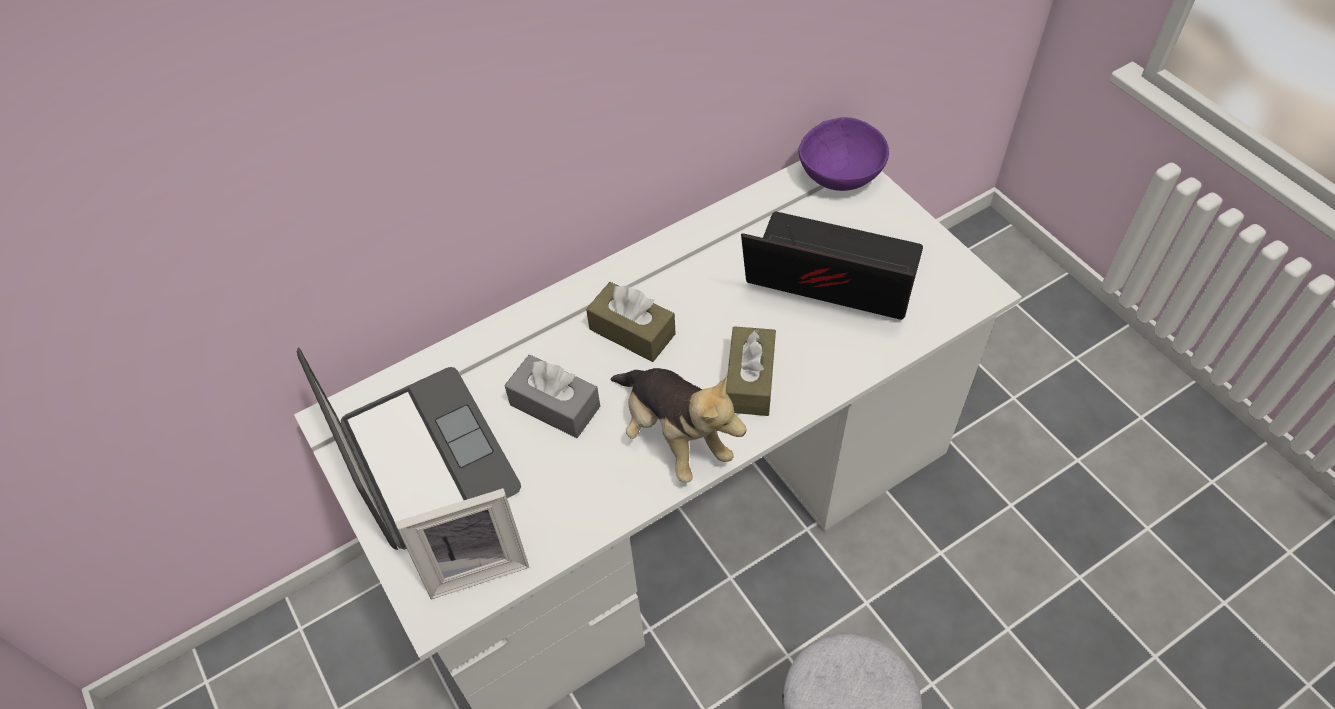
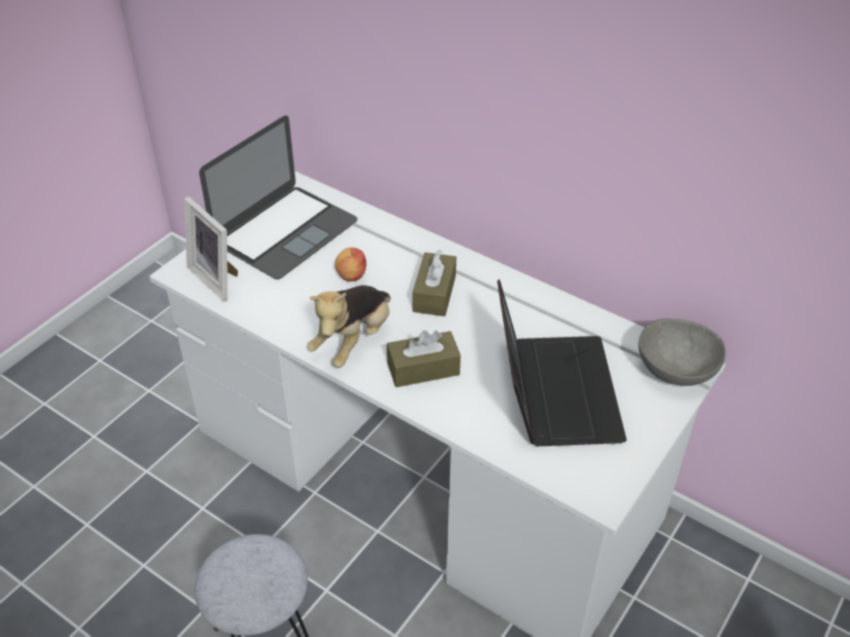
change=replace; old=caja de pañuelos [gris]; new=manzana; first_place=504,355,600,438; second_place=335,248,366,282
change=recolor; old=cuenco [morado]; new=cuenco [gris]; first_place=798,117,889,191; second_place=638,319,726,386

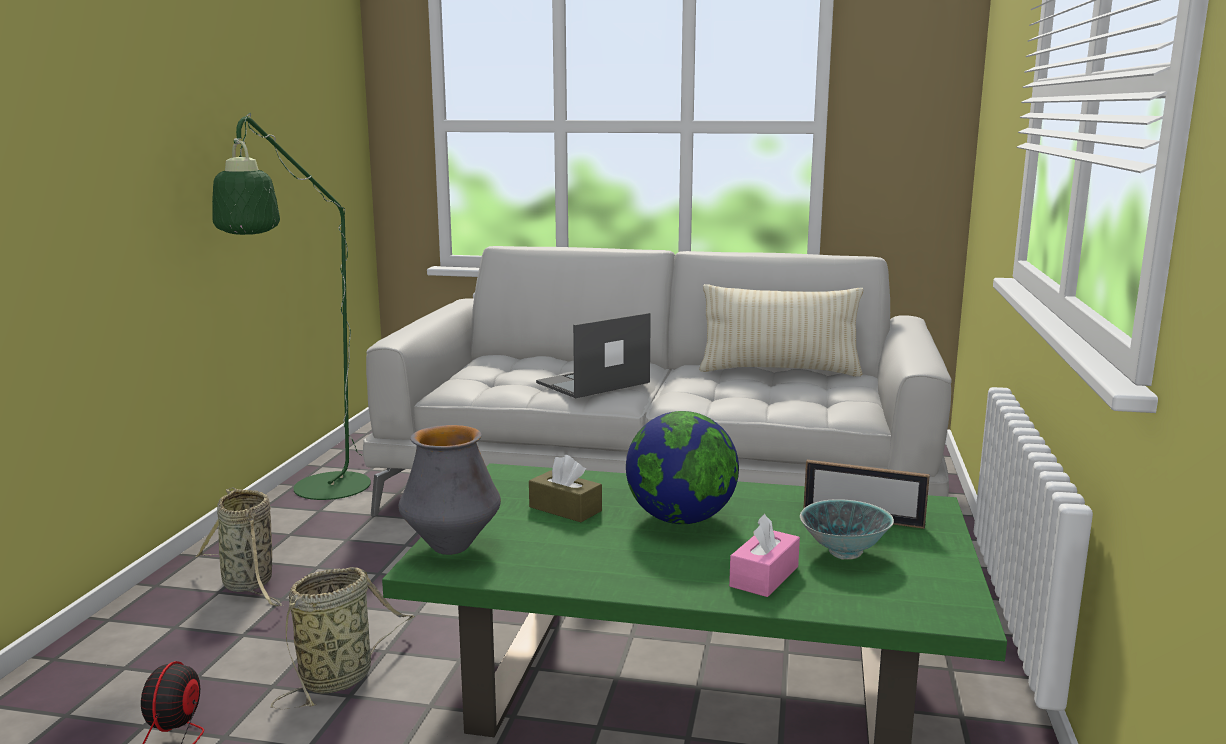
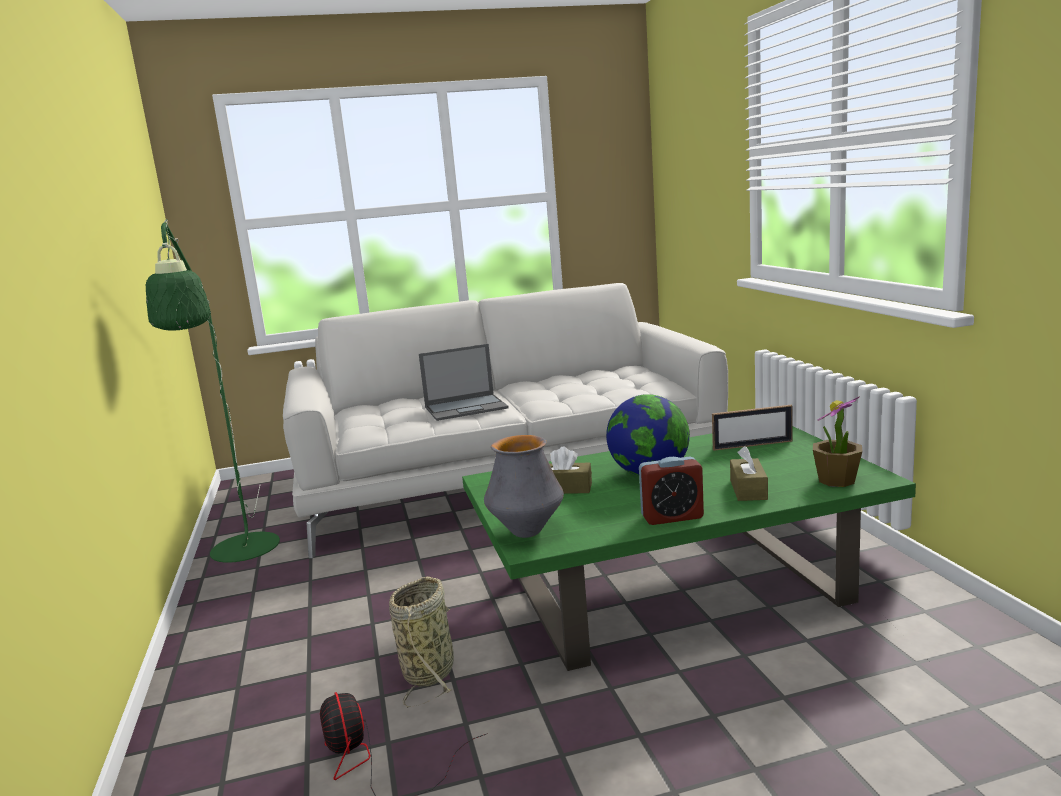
change=delete; old=cesta; first_place=195,487,282,606
change=rotate; old=portátil; first_place=536,313,651,398; second_place=419,344,509,421; degrees=-135
change=delete; old=cojín [beis]; first_place=699,284,863,377
change=recolor; old=caja de pañuelos [rosa]; new=caja de pañuelos [marrón]; first_place=729,514,800,597; second_place=730,446,768,501
change=delete; old=cuenco; first_place=800,499,894,560
change=insert; new=despertador; second_place=639,456,704,525
change=insert; new=planta en maceta; second_place=813,397,863,487

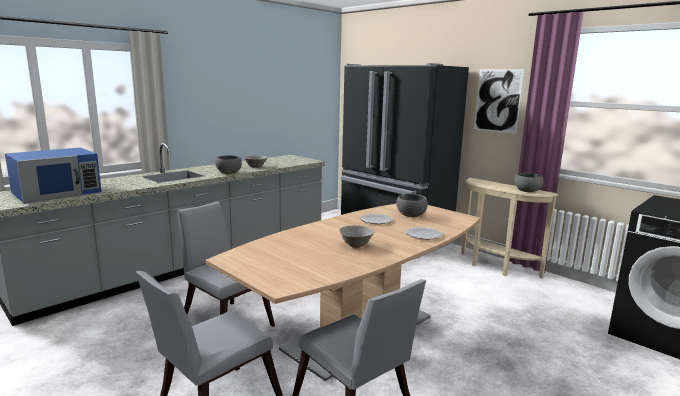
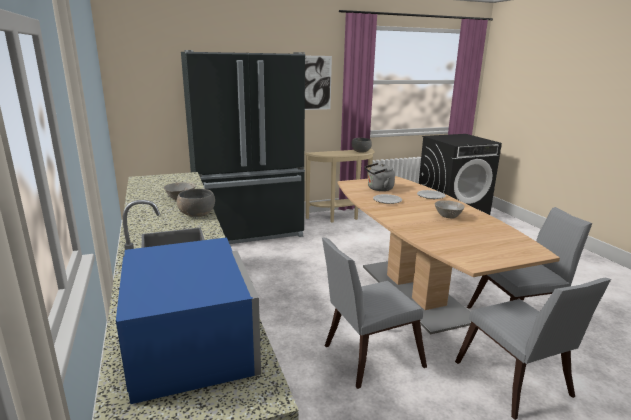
change=replace; old=cuenco [gris]; new=hervidor [gris]; first_place=396,194,428,217; second_place=364,163,395,191

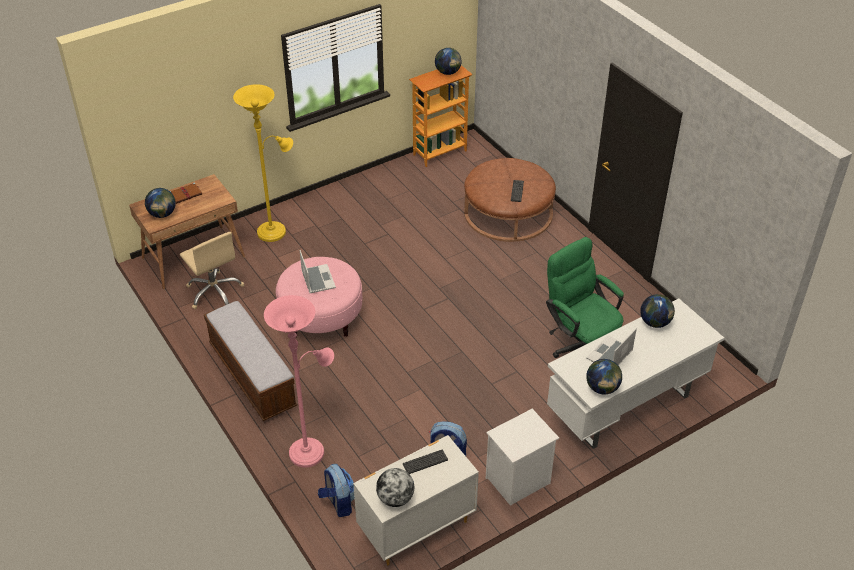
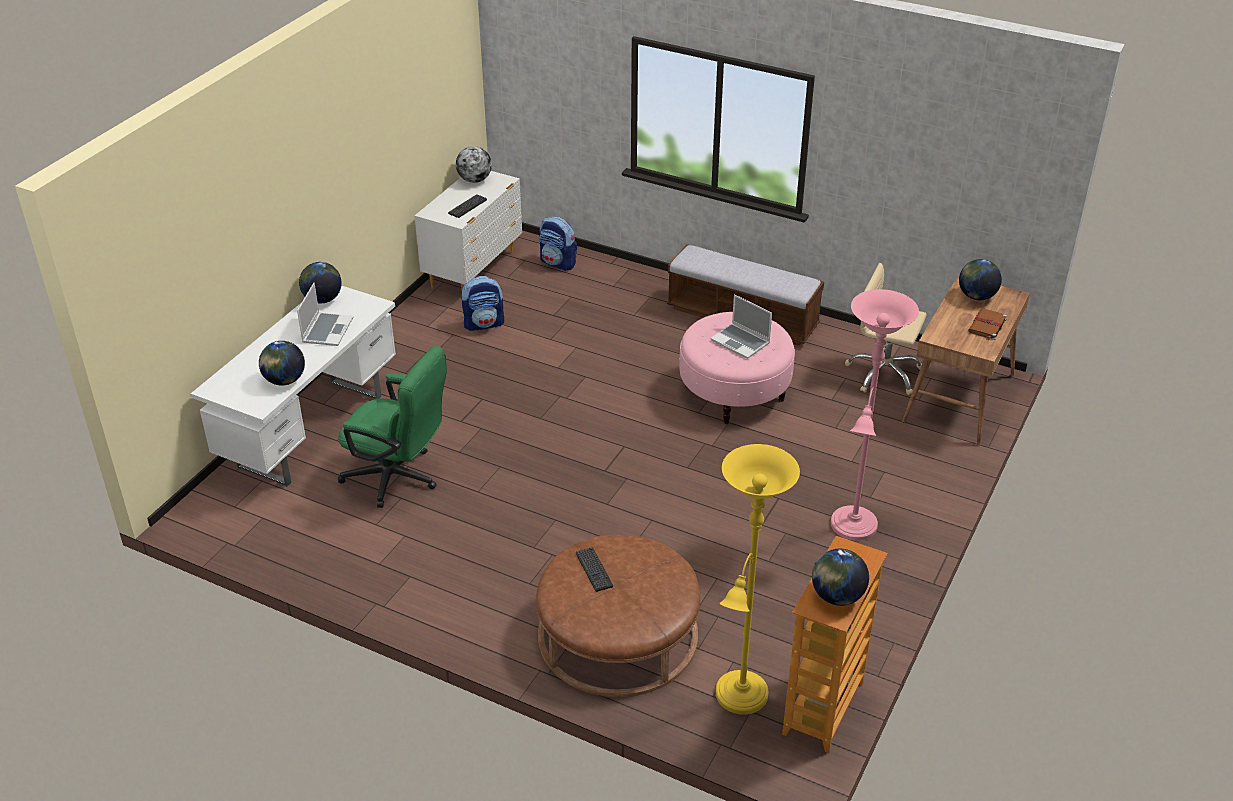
change=move; old=lámpara de pie [amarillo]; first_place=233,84,293,242; second_place=716,444,800,714
change=move; old=lámpara de pie [rosa]; first_place=264,295,334,468; second_place=831,289,919,541
change=delete; old=mesita de noche [blanco]; first_place=486,409,559,506

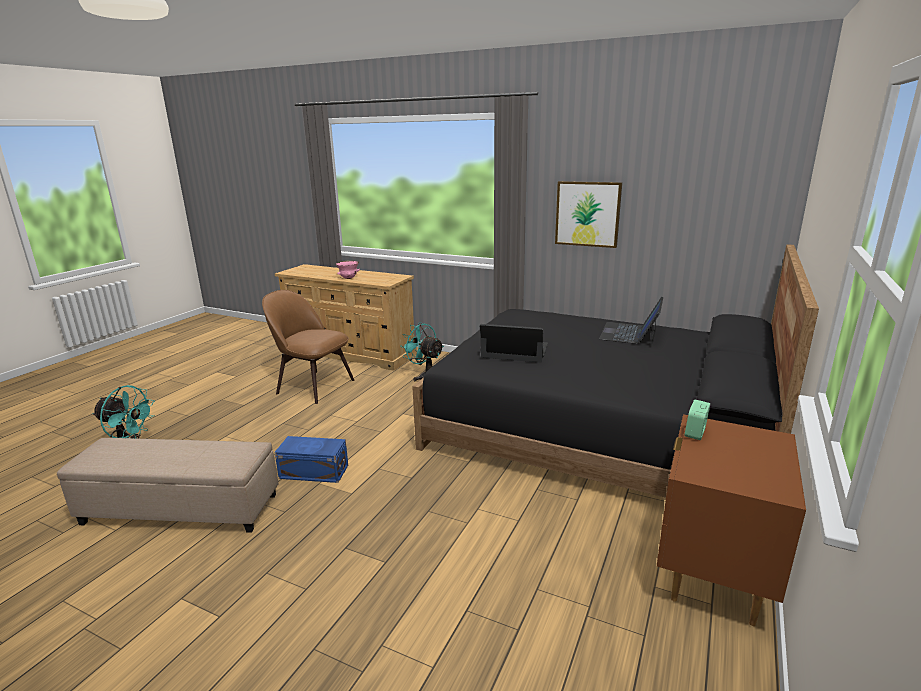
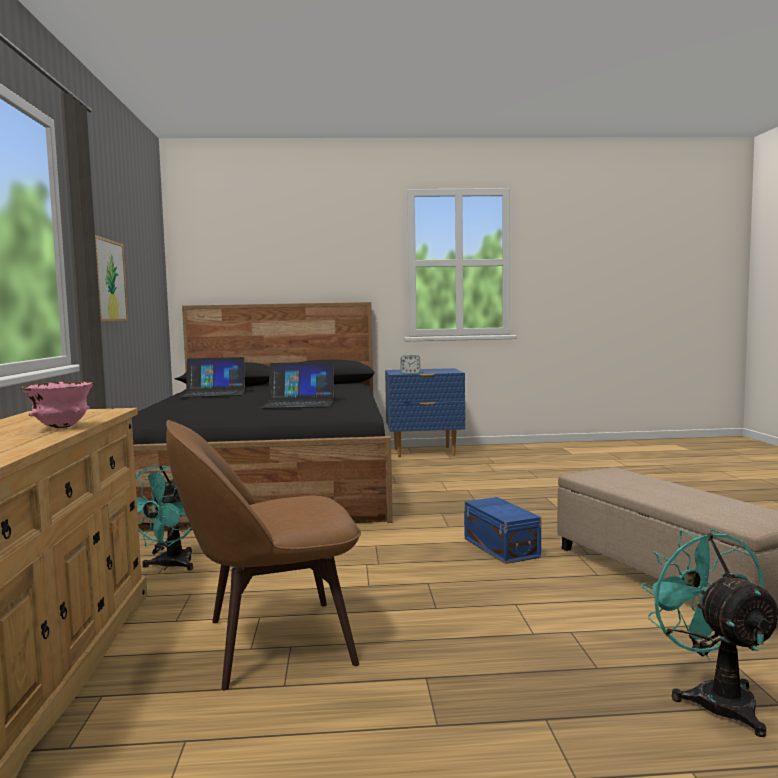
change=rotate; old=silla [marrón]; first_place=262,290,355,404; second_place=166,420,361,690; degrees=75
change=rotate; old=portátil; first_place=480,324,548,363; second_place=260,362,335,409; degrees=-75
change=recolor; old=mesita de noche [marrón]; new=mesita de noche [azul]; first_place=657,414,806,626; second_place=385,368,465,458

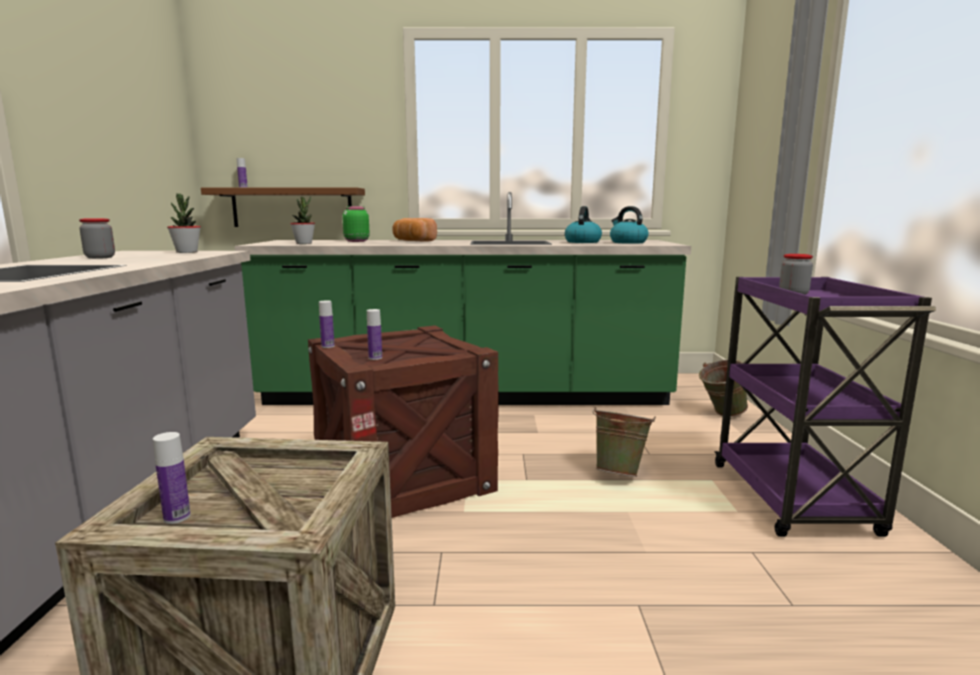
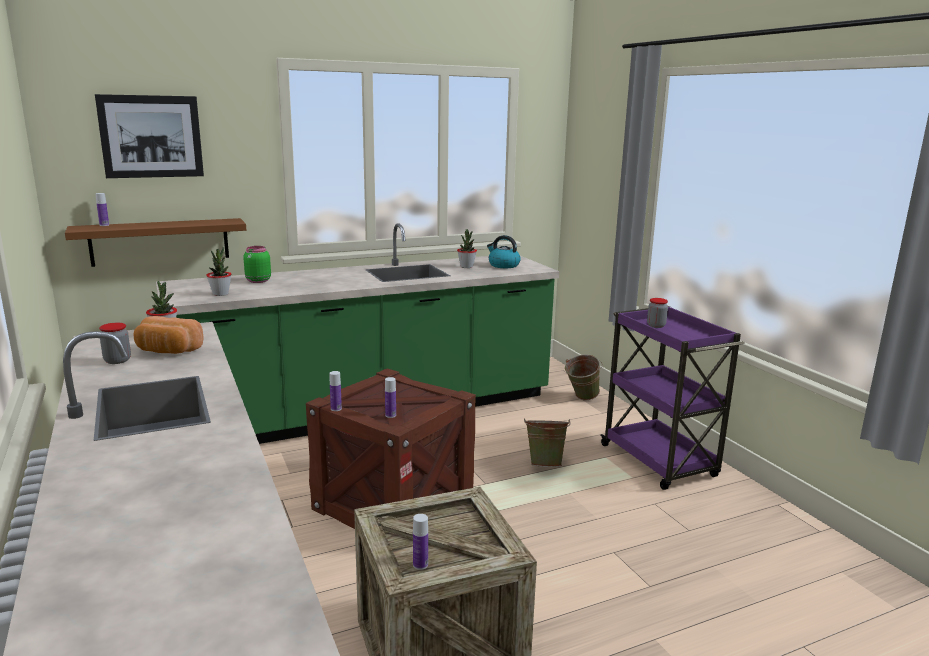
change=move; old=pan; first_place=392,218,437,242; second_place=134,316,204,354
change=replace; old=hervidor; new=planta en maceta; first_place=565,206,602,243; second_place=457,229,477,268
change=insert; new=cuadro; second_place=95,94,204,178

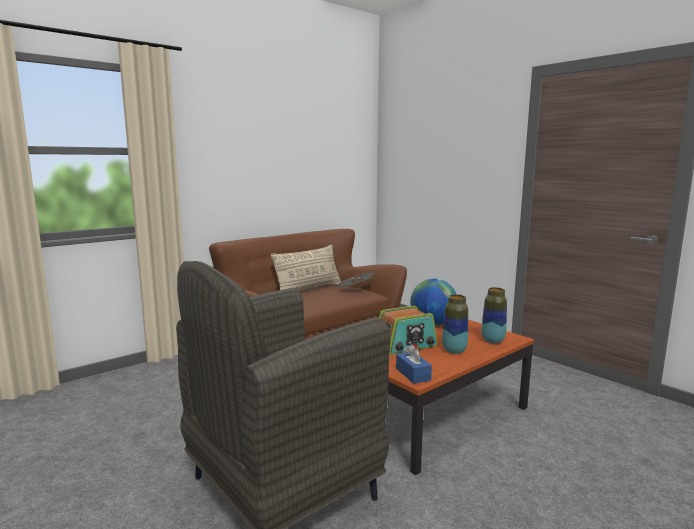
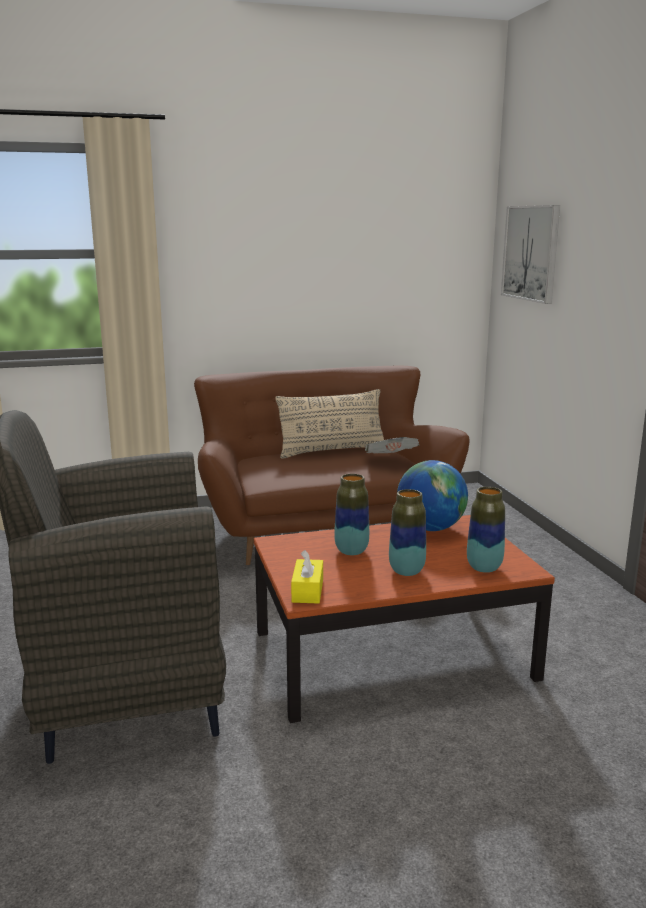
change=replace; old=radio; new=florero; first_place=379,305,438,355; second_place=334,474,369,555
change=recolor; old=caja de pañuelos [azul]; new=caja de pañuelos [amarillo]; first_place=396,344,432,384; second_place=291,550,323,604
change=insert; new=cuadro; second_place=501,205,560,304

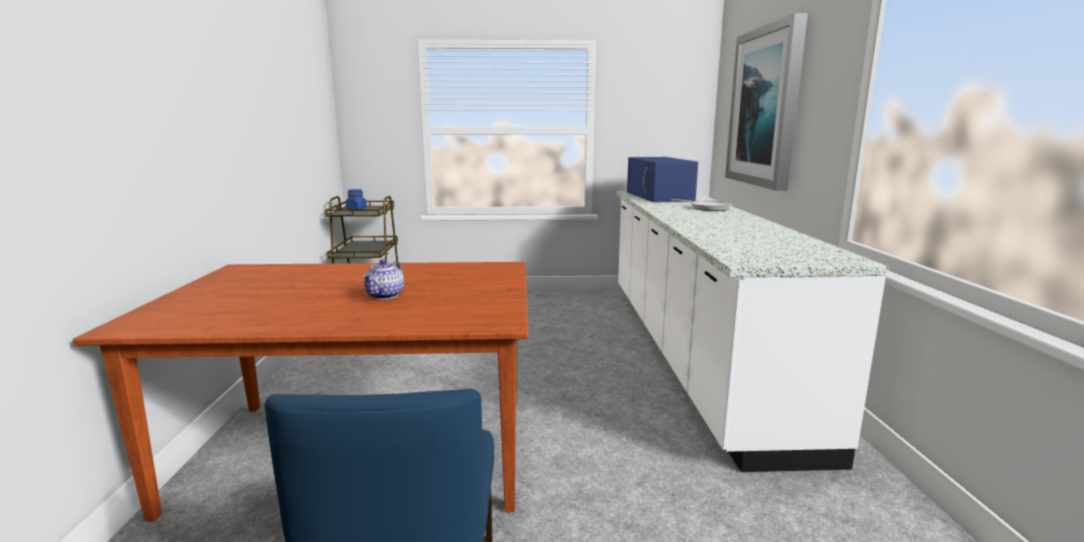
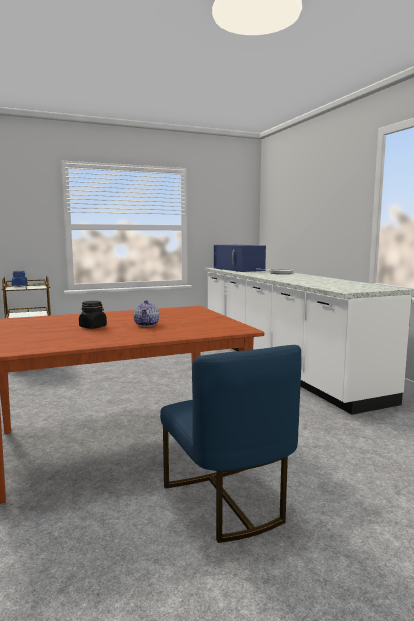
change=delete; old=cuadro; first_place=725,13,808,191
change=insert; new=tarro [negro]; second_place=79,301,107,329

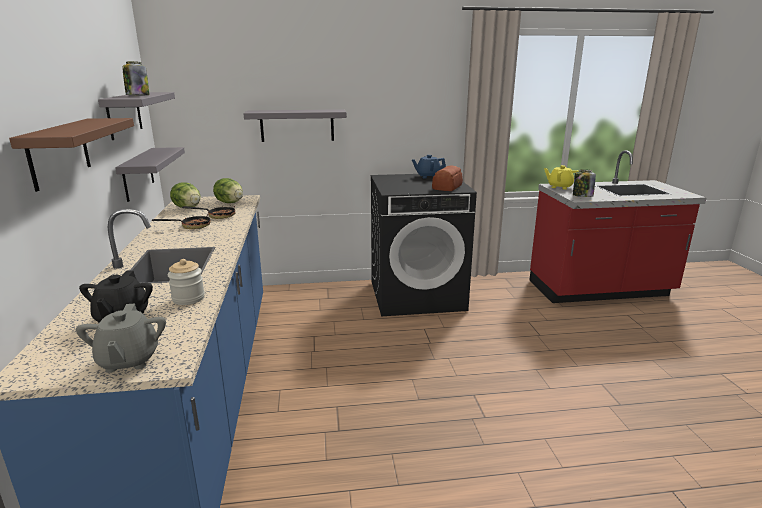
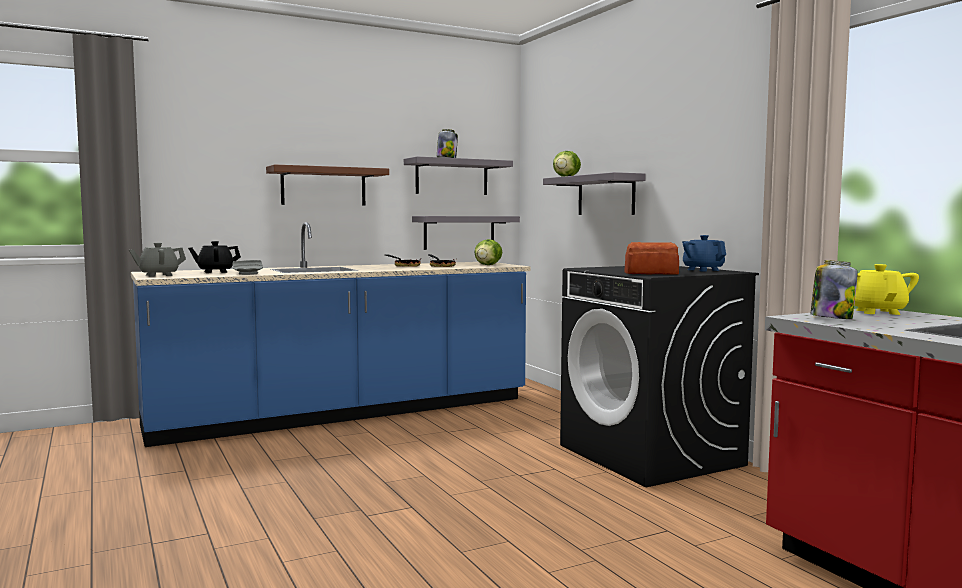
change=replace; old=tarro; new=plato [gris]; first_place=168,259,205,305; second_place=233,260,263,275
change=move; old=lechuga; first_place=170,182,200,208; second_place=553,151,581,177

